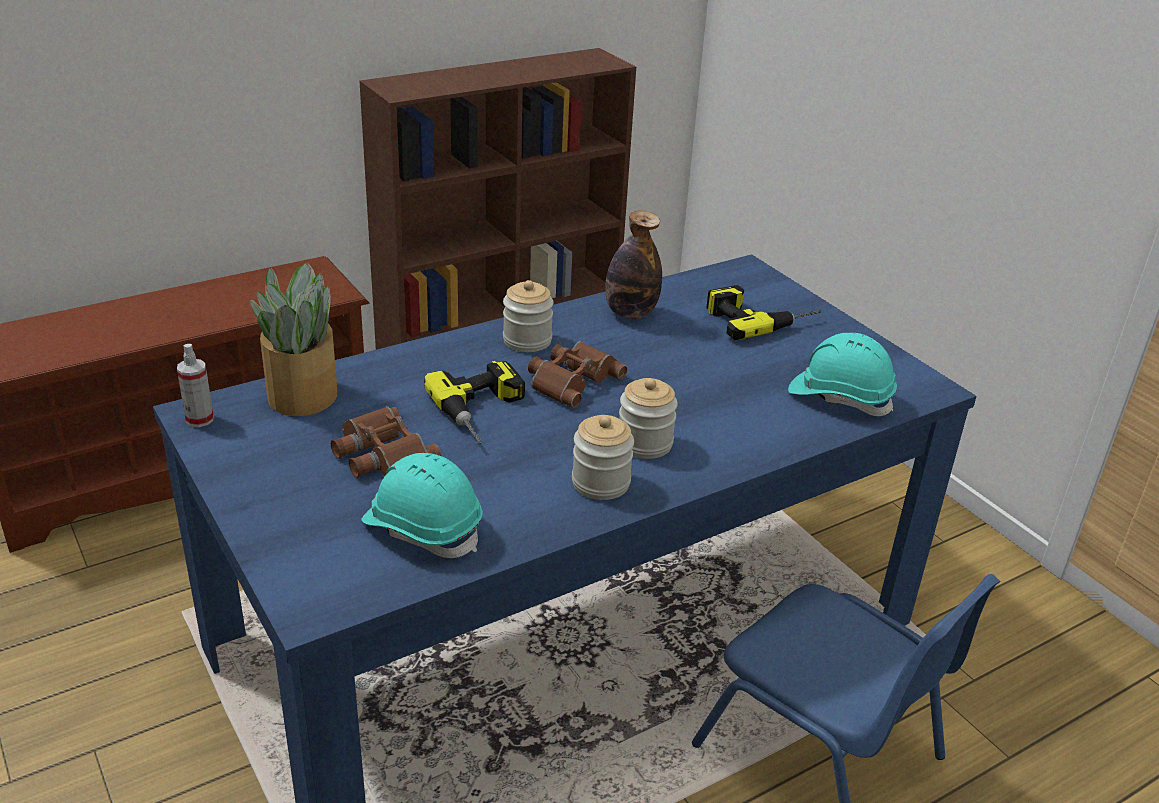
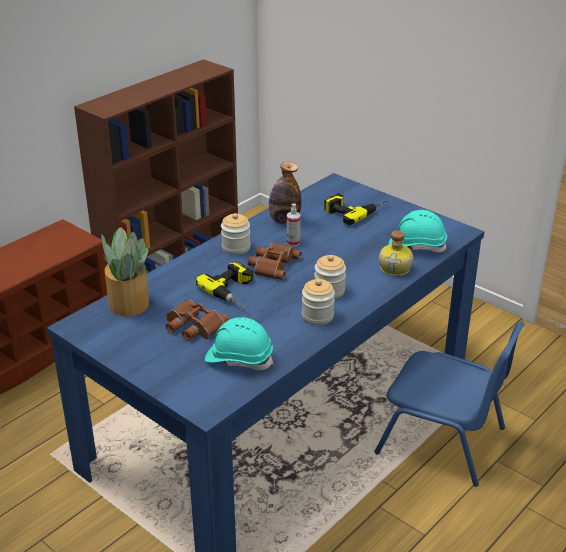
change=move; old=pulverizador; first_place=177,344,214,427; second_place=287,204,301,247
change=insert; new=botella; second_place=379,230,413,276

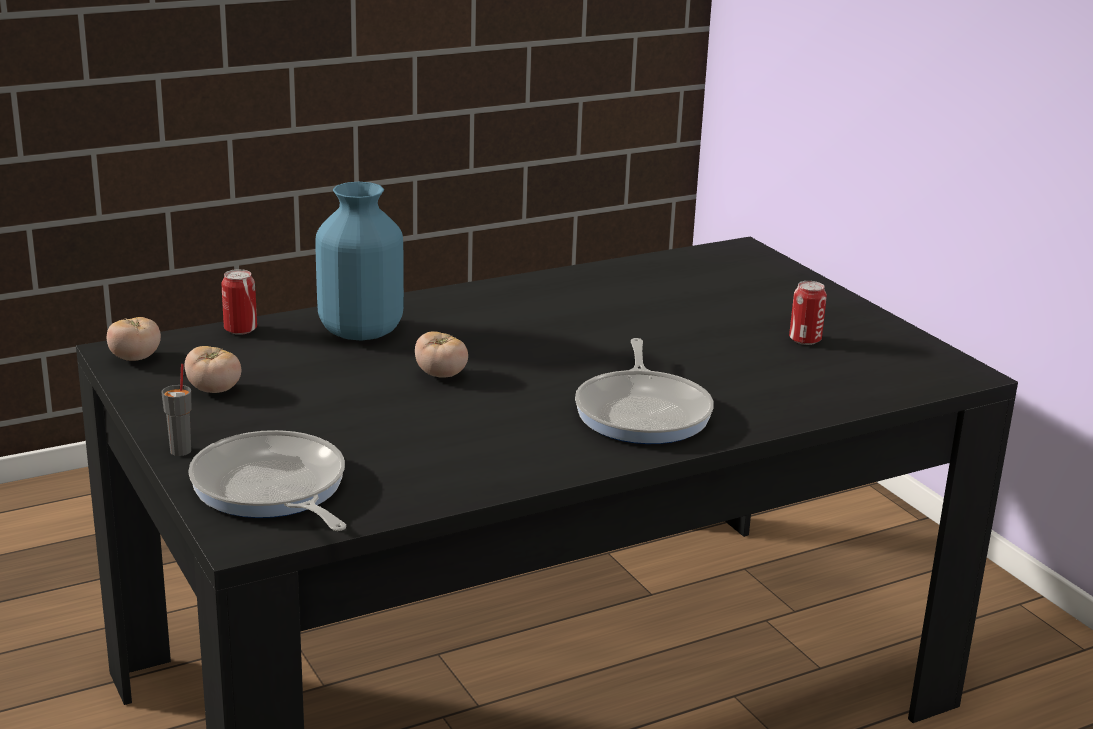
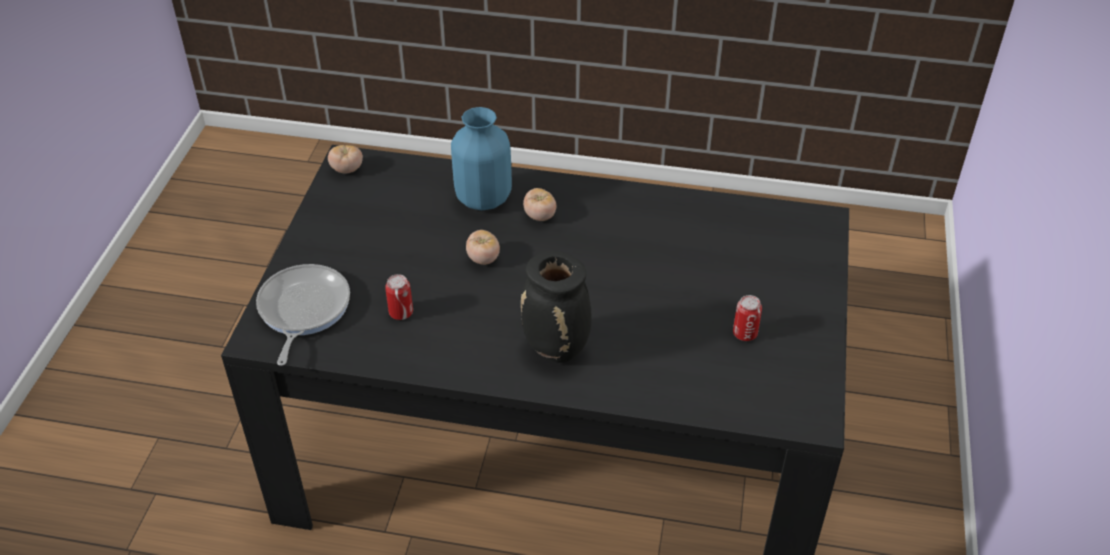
change=delete; old=taza [gris]; first_place=162,364,192,456
change=move; old=tomate; first_place=185,346,241,393; second_place=523,188,556,221
change=move; old=lata; first_place=221,269,257,335; second_place=385,274,413,320
change=replace; old=sartén; new=florero [negro]; first_place=575,338,714,444; second_place=521,251,592,363

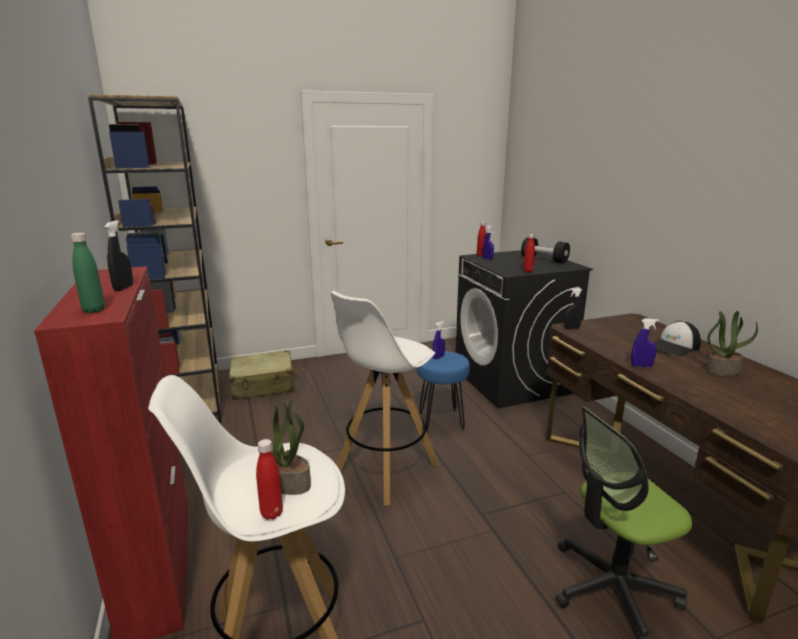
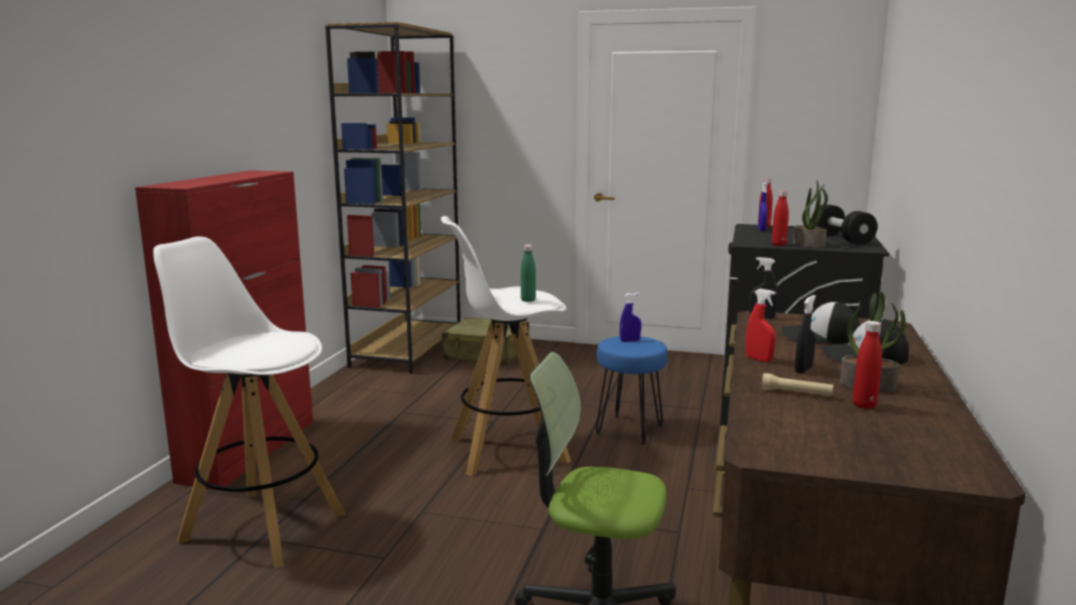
change=move; old=botella [verde]; first_place=71,233,105,313; second_place=521,245,536,302
change=move; old=pulverizador [negro]; first_place=105,220,133,291; second_place=795,295,816,373
change=move; old=botella [rojo]; first_place=256,439,283,520; second_place=853,321,882,409
change=move; old=planta en maceta; first_place=272,397,311,495; second_place=793,180,828,248
change=recolor; old=pulverizador [azul]; new=pulverizador [rojo]; first_place=631,318,659,367; second_place=746,288,776,362
change=insert; new=linterna [beis]; second_place=761,373,833,396
change=insert; new=gorra; second_place=781,302,860,344

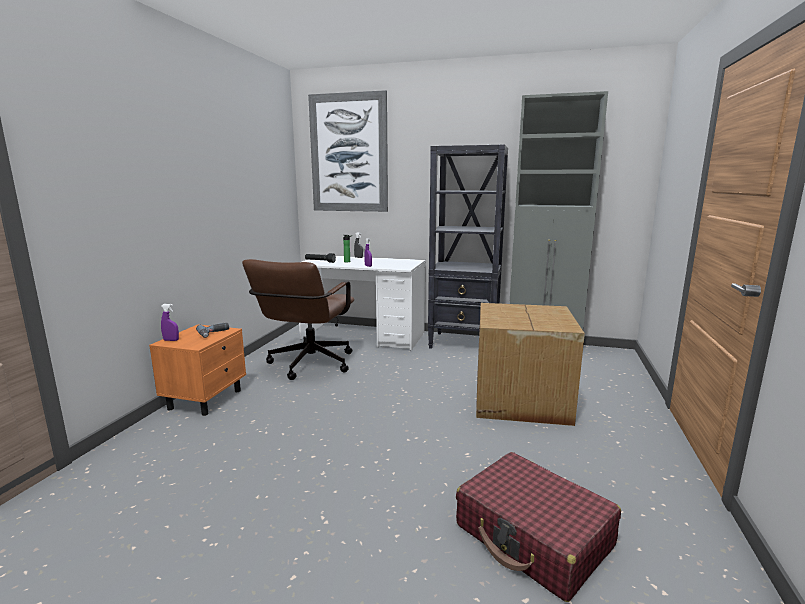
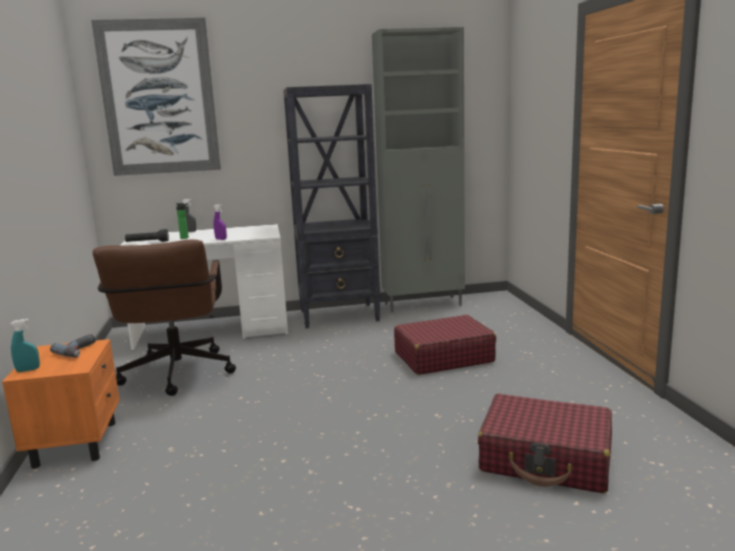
change=recolor; old=pulverizador [morado]; new=pulverizador [turquesa]; first_place=161,304,179,341; second_place=11,319,40,372
change=replace; old=caja de cartón; new=maleta [rojo]; first_place=476,303,585,426; second_place=394,315,496,375

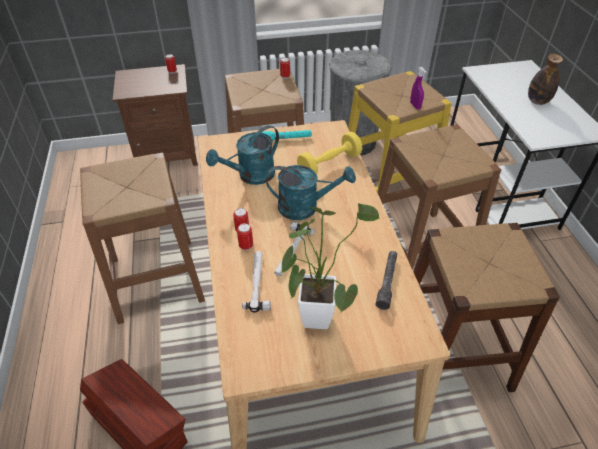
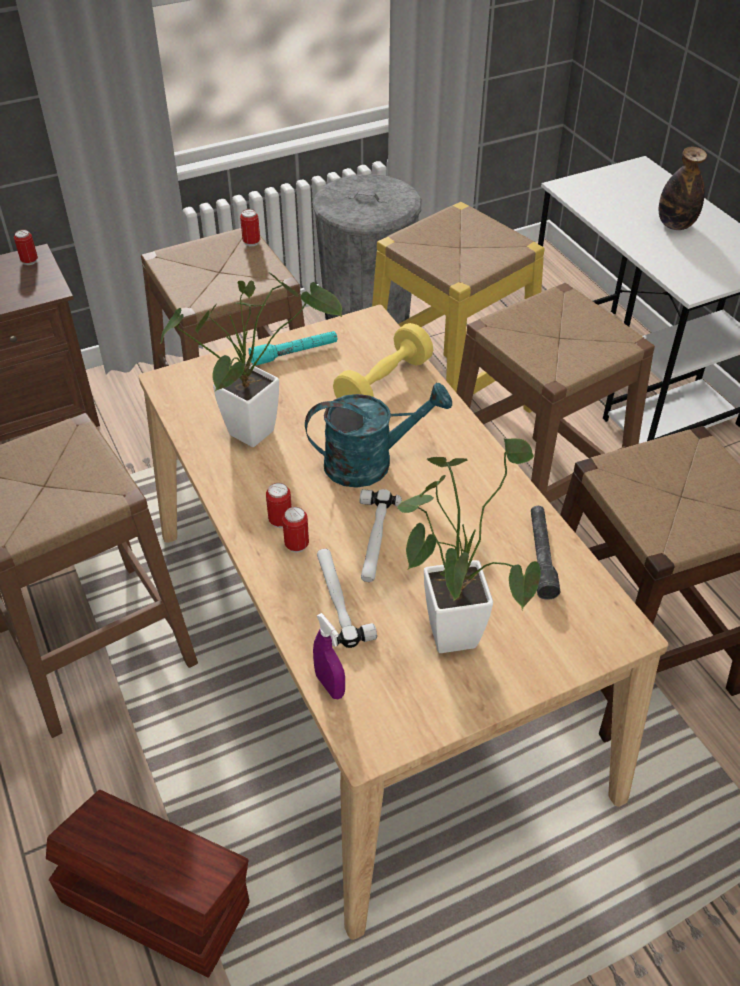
change=replace; old=regadera [turquesa]; new=planta en maceta; first_place=206,125,279,185; second_place=160,272,342,447
change=move; old=pulverizador [morado]; first_place=410,67,427,109; second_place=313,613,345,699

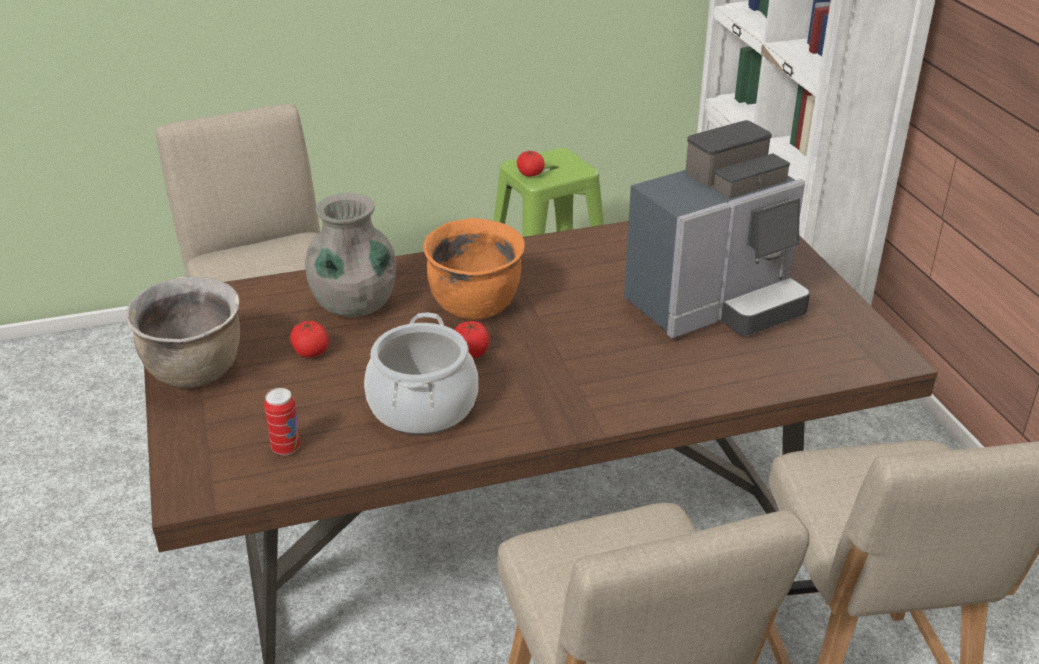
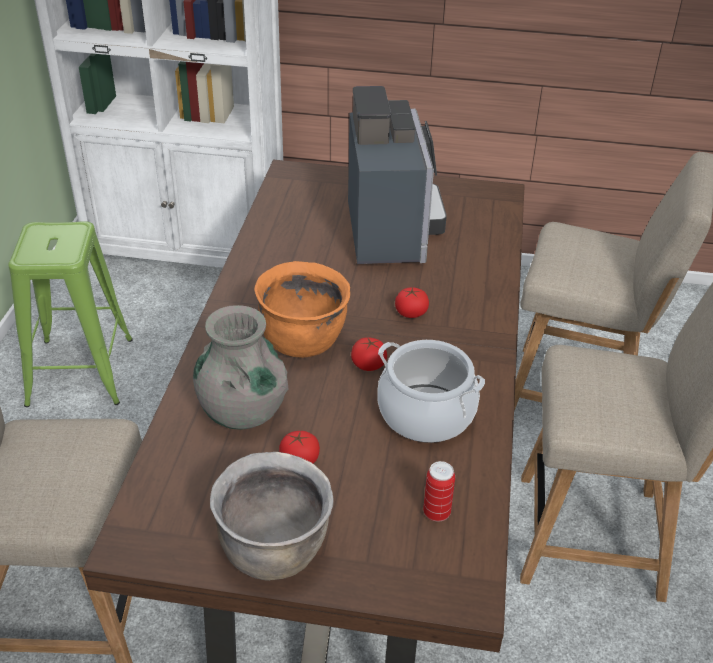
change=move; old=tomate; first_place=517,150,545,176; second_place=395,287,429,318

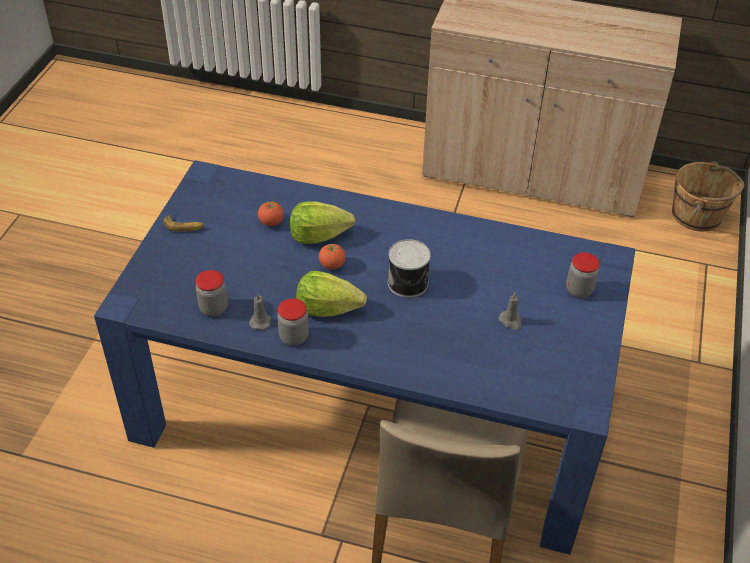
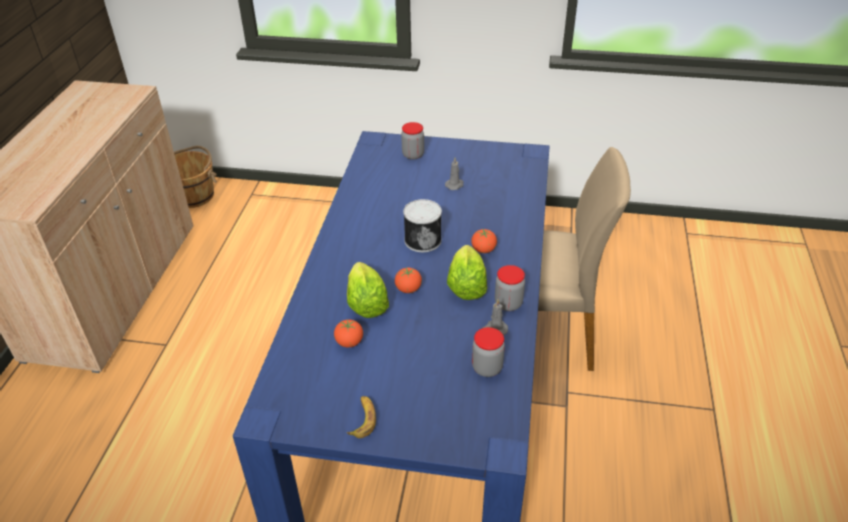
change=insert; new=tomate; second_place=471,229,497,253

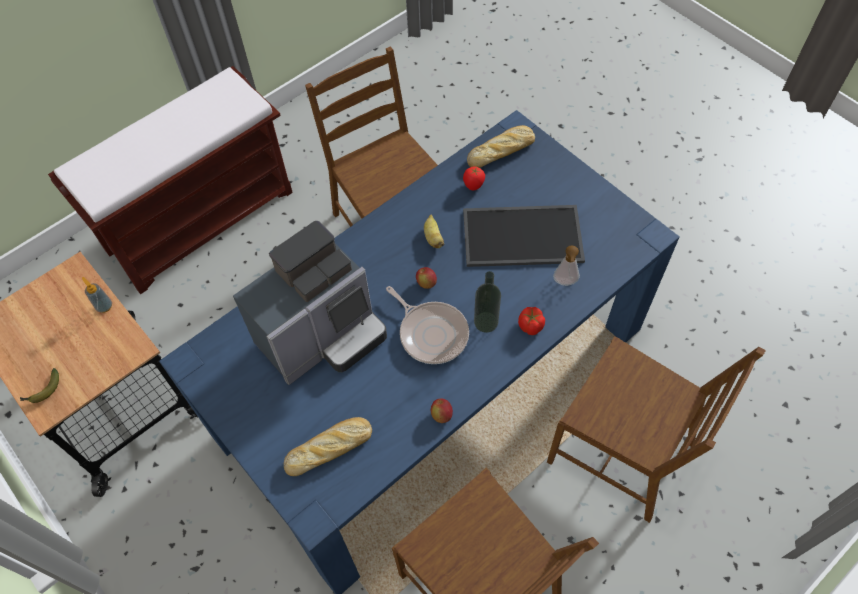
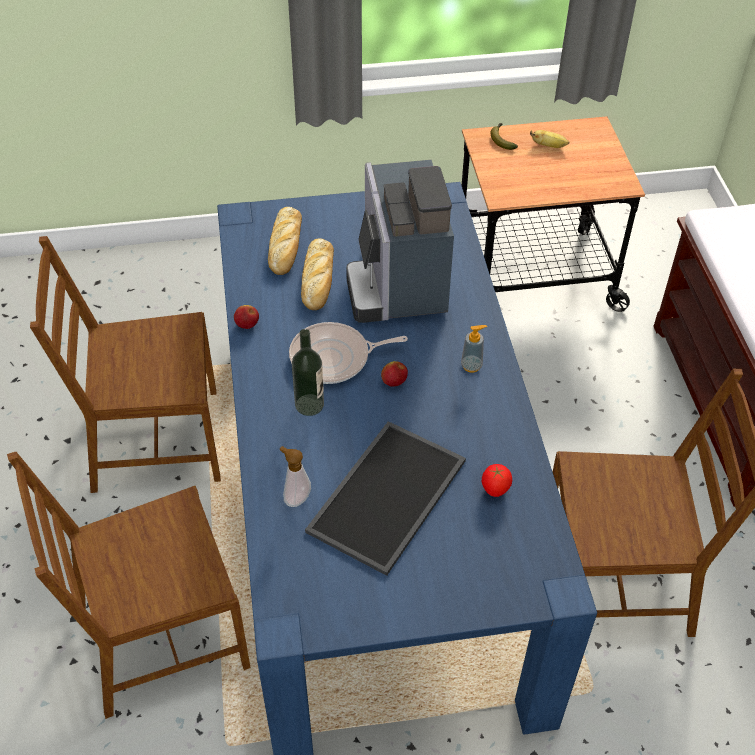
change=move; old=dispensador de jabón; first_place=82,277,112,313; second_place=461,325,487,372
change=move; old=plátano; first_place=424,214,444,248; second_place=530,130,569,148
change=move; old=pan; first_place=467,125,535,168; second_place=301,239,334,310
change=delete; old=tomate; first_place=518,307,545,335

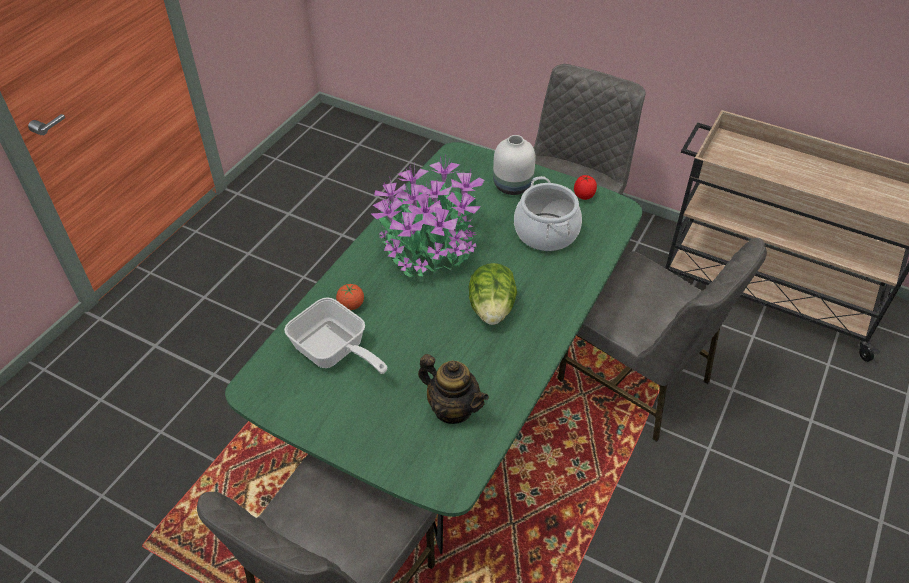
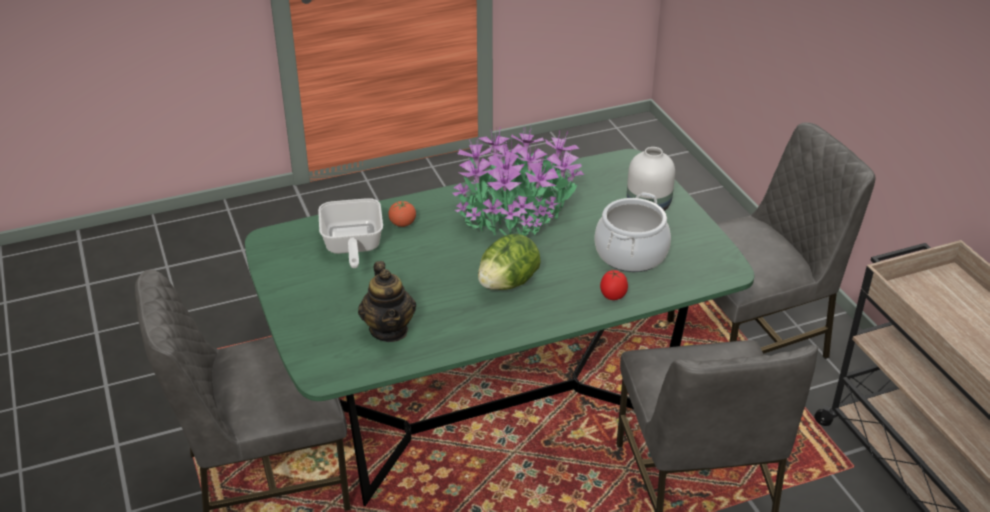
change=move; old=tomate; first_place=574,175,597,200; second_place=600,270,628,300

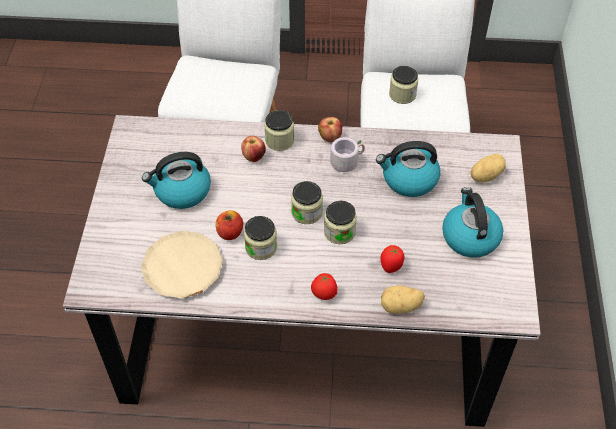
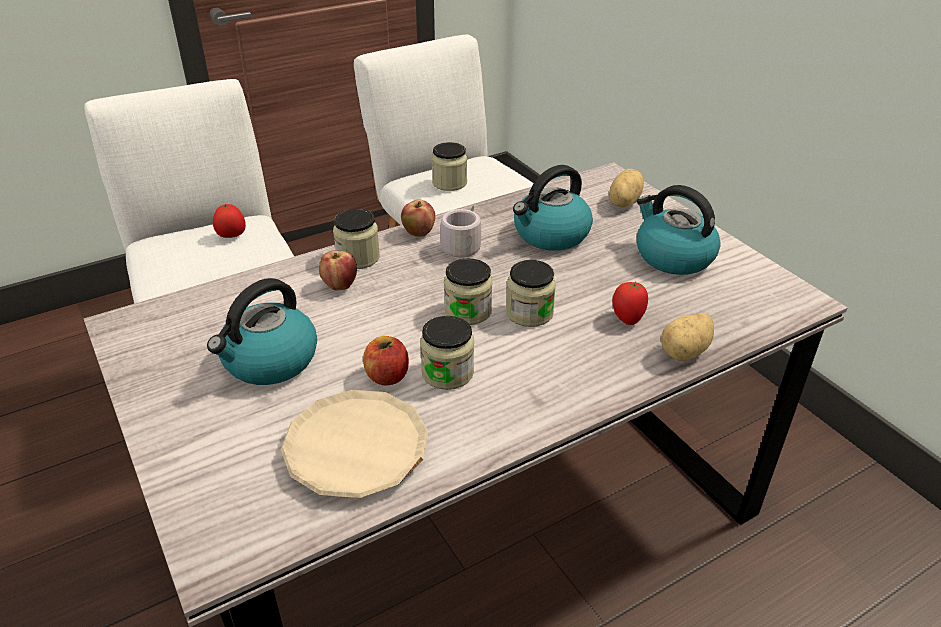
change=move; old=tomate; first_place=311,273,338,300; second_place=213,204,246,238

